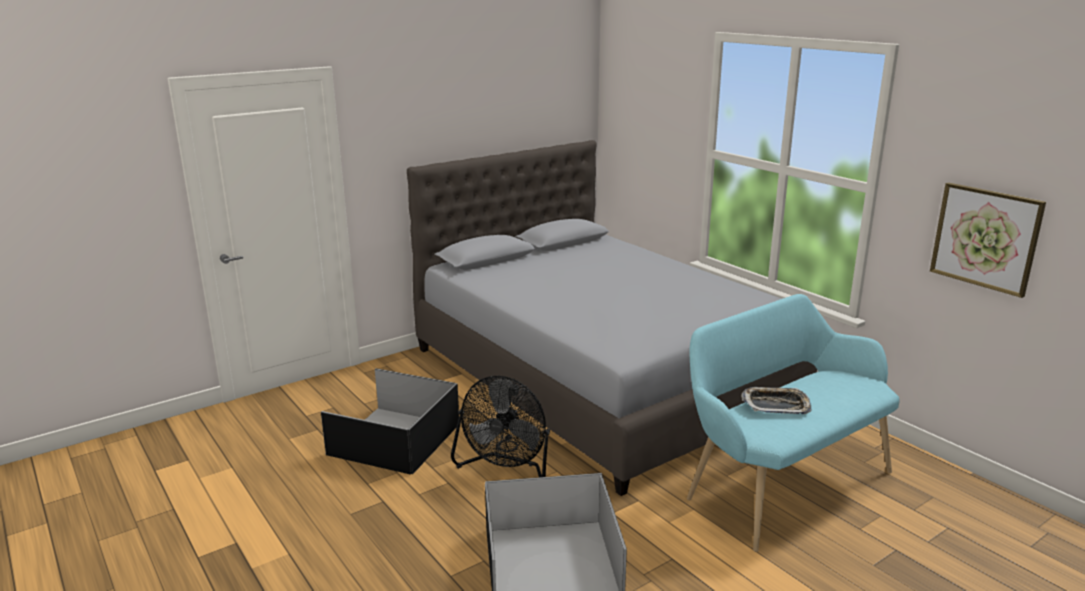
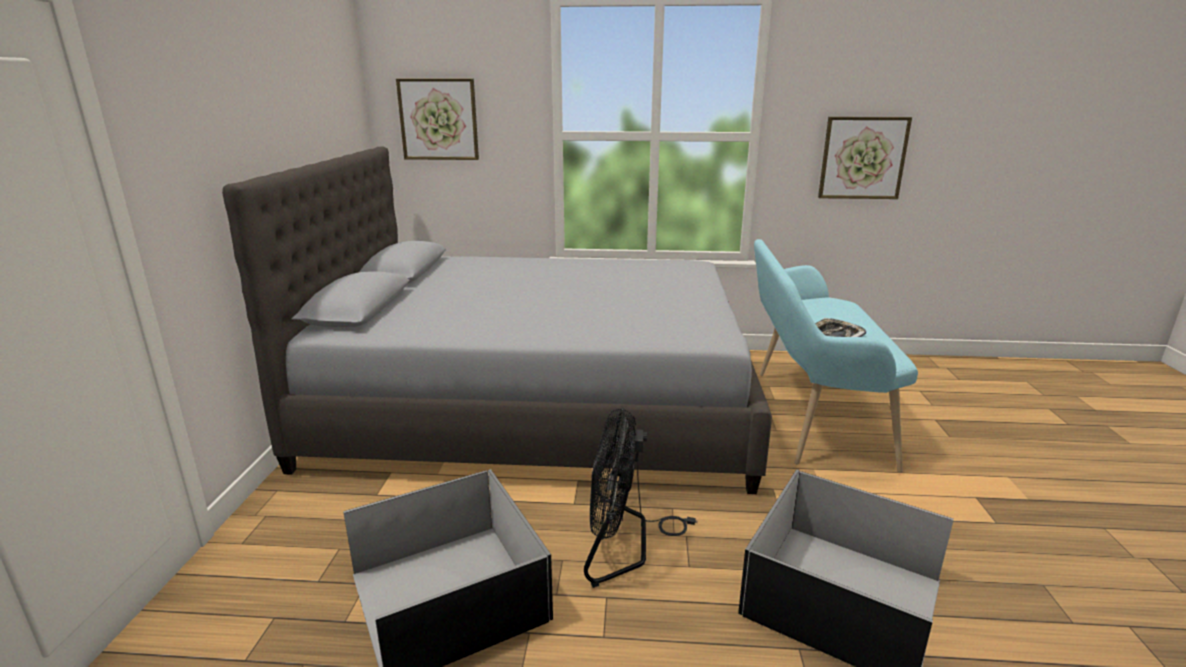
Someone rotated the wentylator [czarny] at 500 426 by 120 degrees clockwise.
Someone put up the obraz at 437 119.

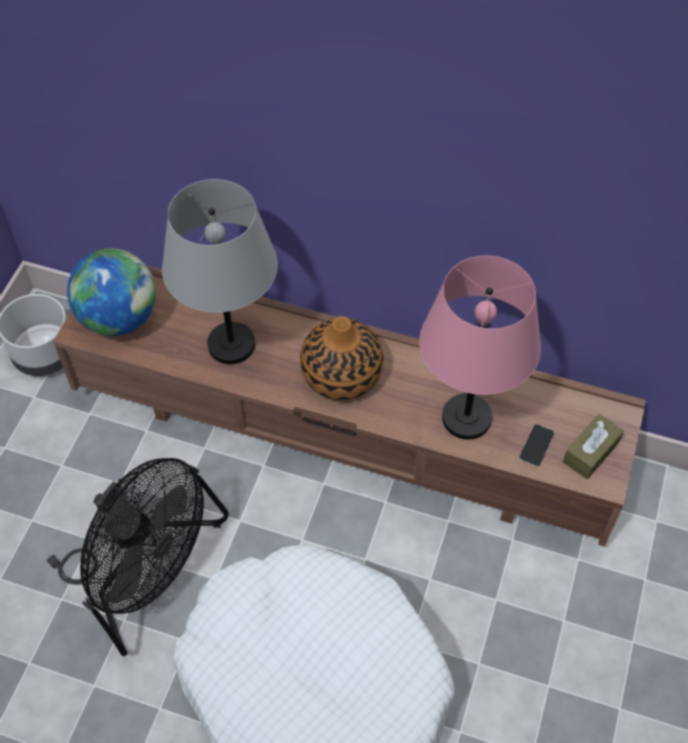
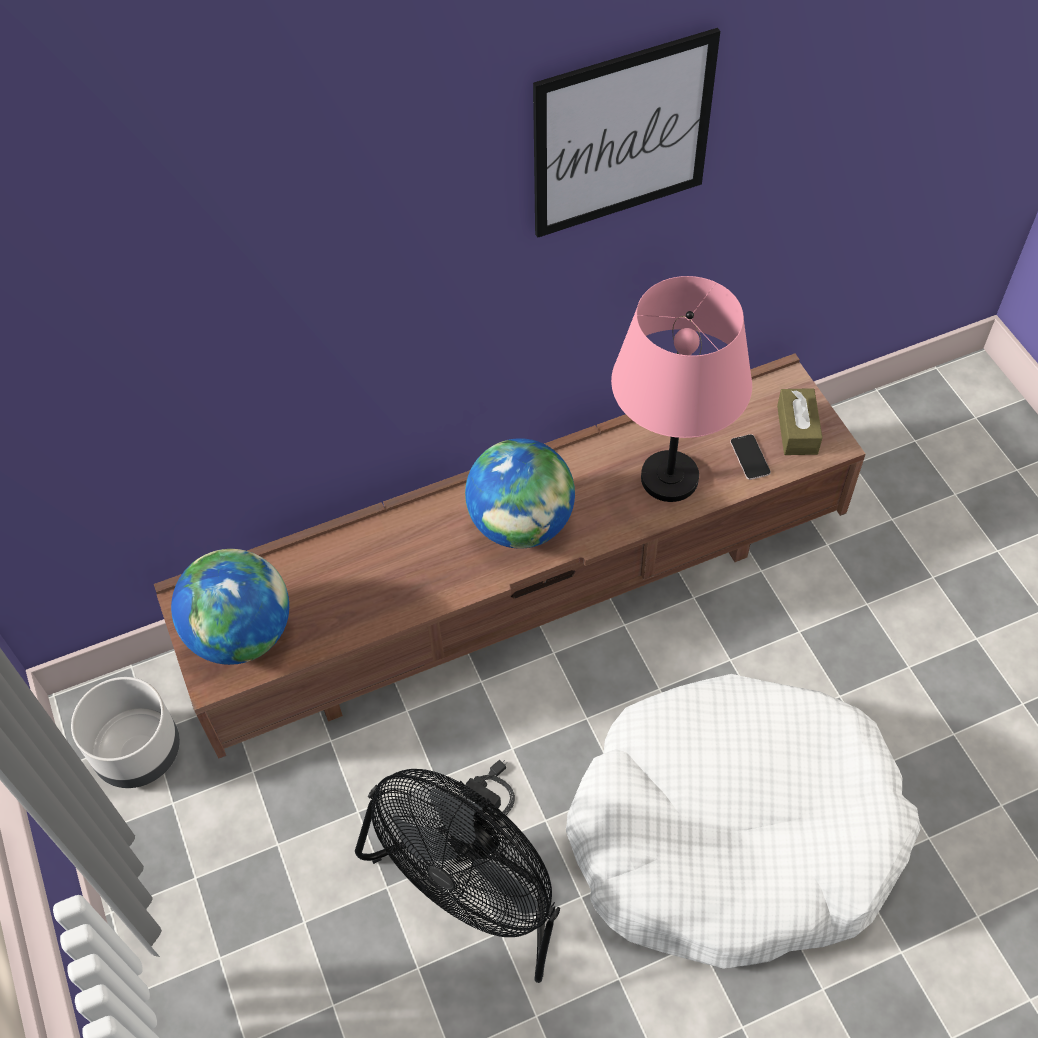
Someone took away the lampa stołowa [szary] at 220 271.
Someone swapped the wazon at 341 358 for the globus at 520 493.
Someone rotated the wentylator [czarny] at 138 557 by 135 degrees clockwise.
Someone put up the obraz at 626 133.

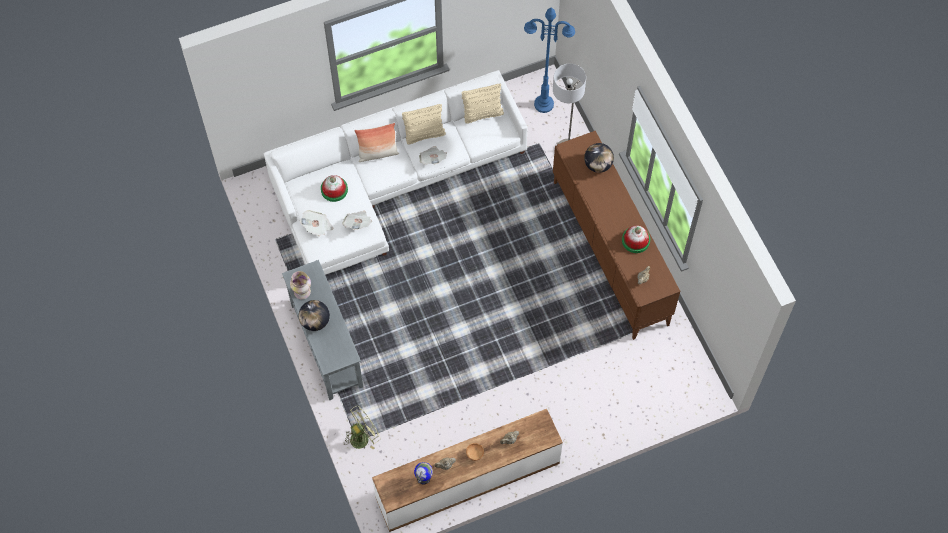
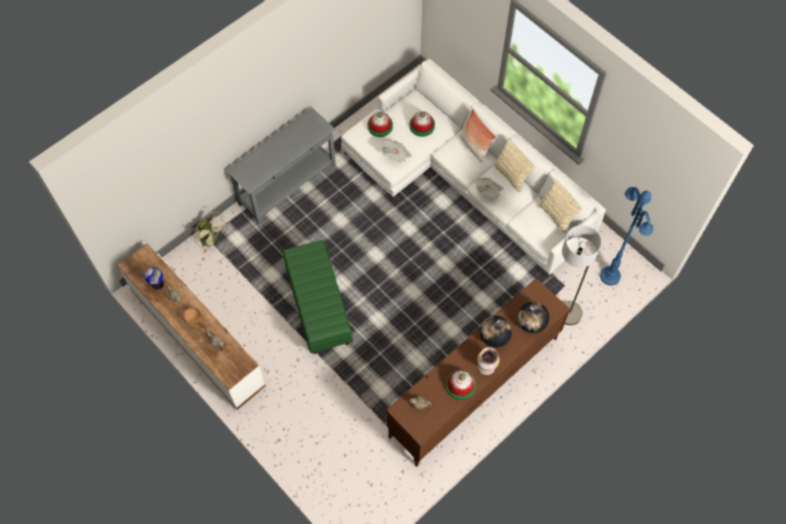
Someone swapped the gazeta at 317 223 for the kapelusz at 380 124.
Someone carried the wazon from 300 285 to 488 361.
Someone carried the globus from 314 315 to 496 332.
Someone put down the pufa [zielony] at 318 297.

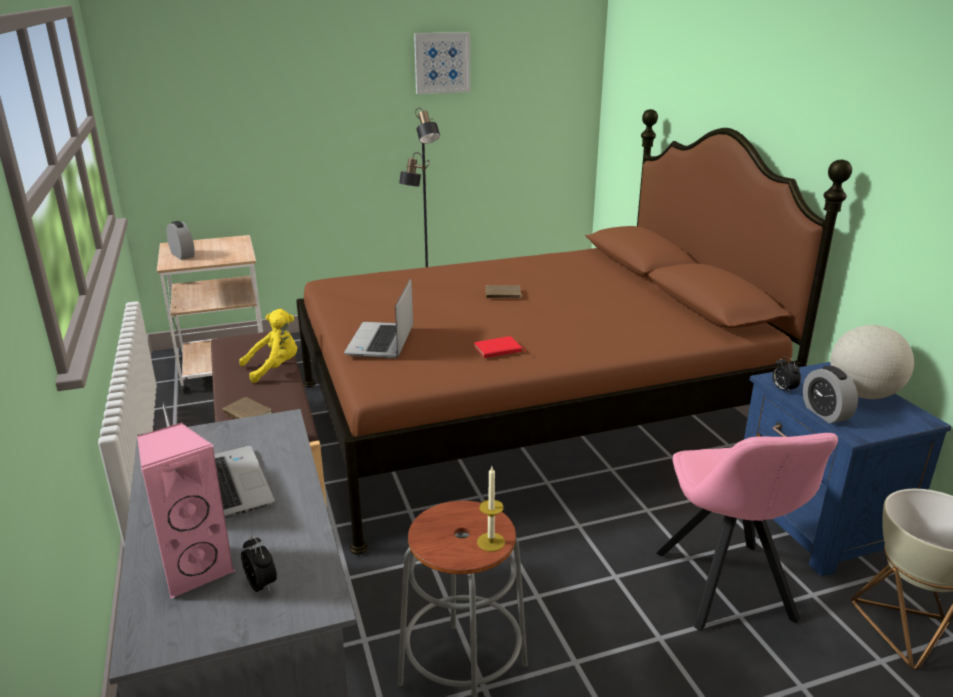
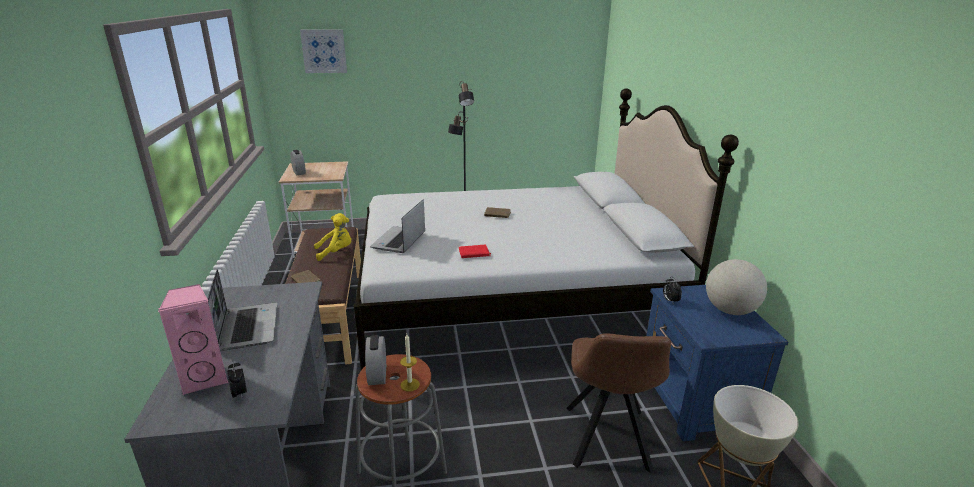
Someone carried the obraz from 442 63 to 323 51.
Someone repainted the łóżko [brązowy] at 574 332, which became the łóżko [biały] at 546 229.
Someone carried the budzik from 830 394 to 375 360.
Someone repainted the krzesło [różowy] at 747 532, which became the krzesło [brązowy] at 618 403.

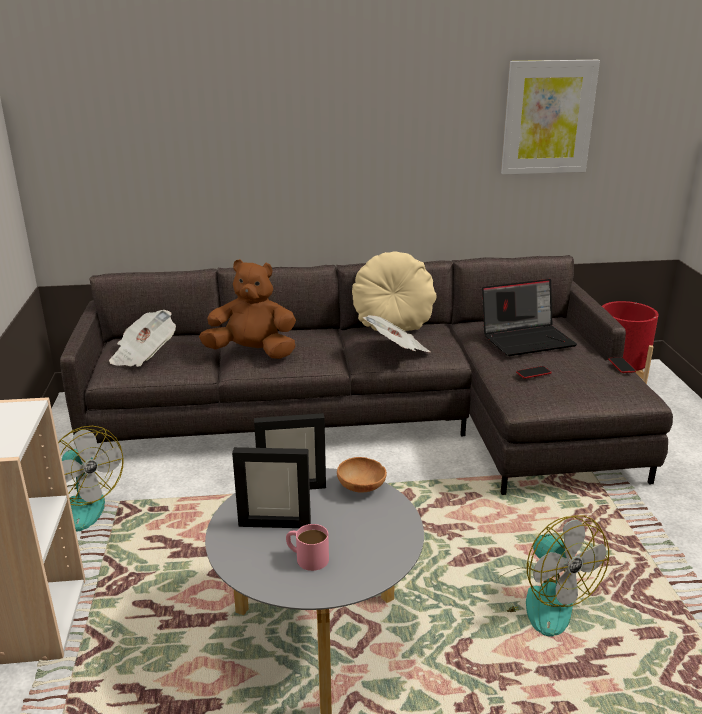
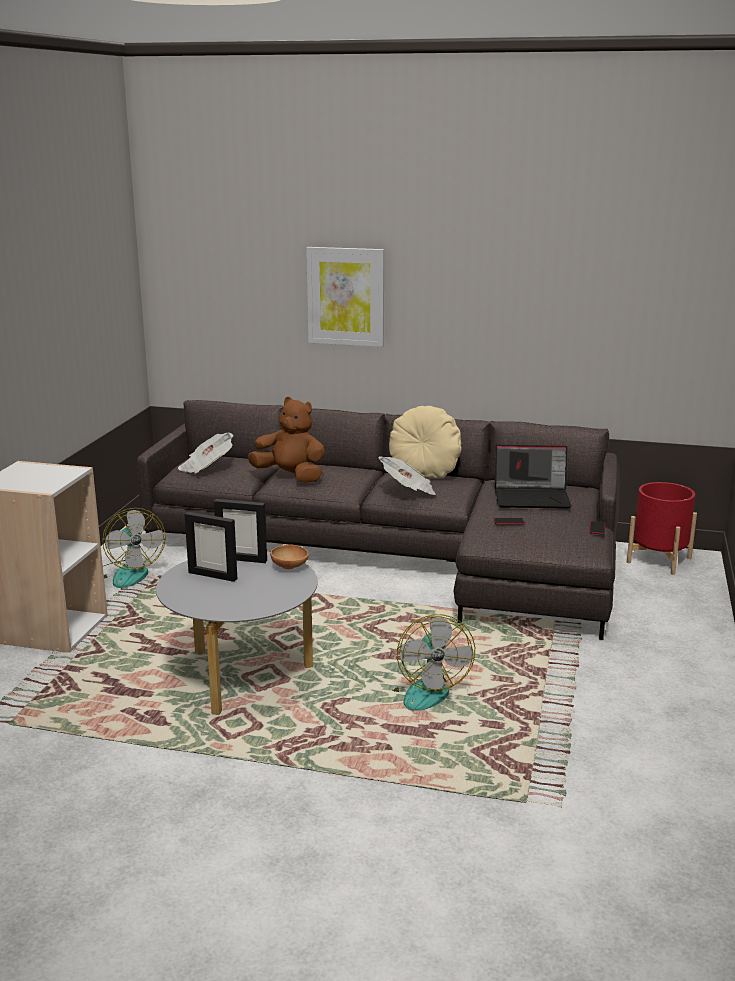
Someone carried the obraz from 550 117 to 345 297.
Someone took away the kubek [różowy] at 307 547.

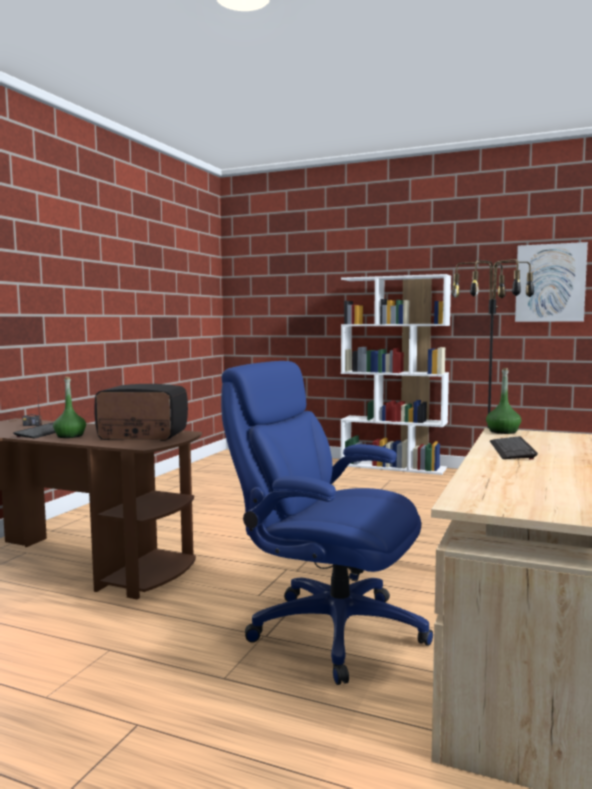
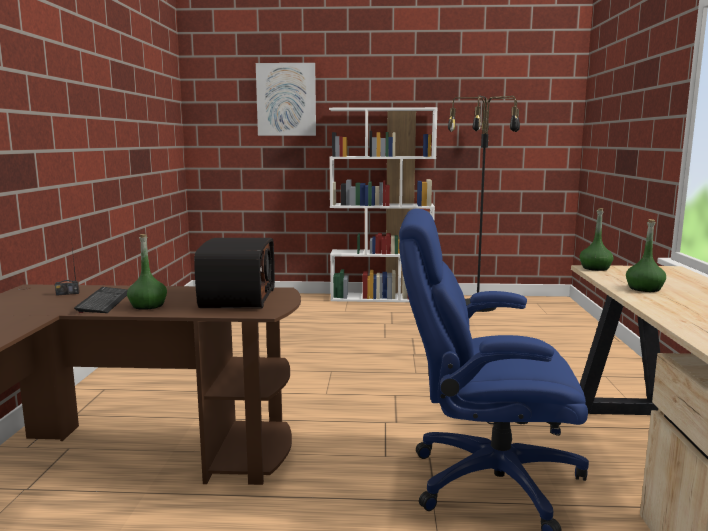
Someone carried the obraz from 551 282 to 286 99.
Someone rotated the radio at 141 412 by 105 degrees clockwise.
Someone swapped the klawiatura at 514 448 for the butelka [zielony] at 646 255.

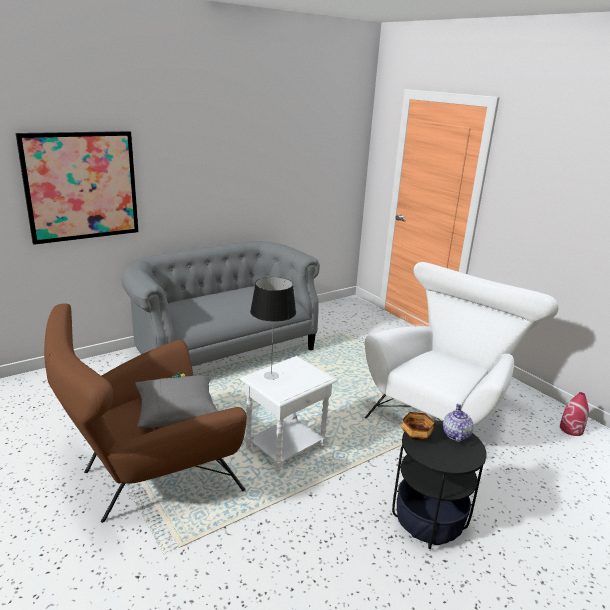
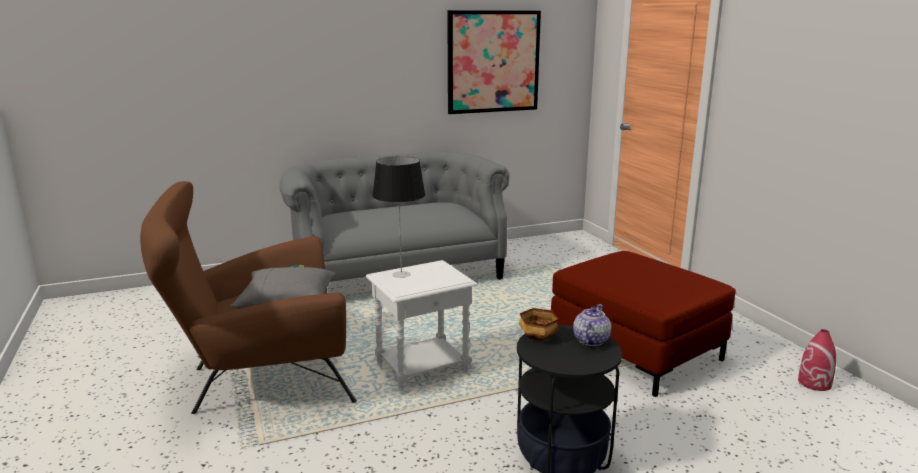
Someone carried the obraz from 77 188 to 494 62.
Someone swapped the fotel [biały] at 462 343 for the pufa [czerwony] at 643 324.

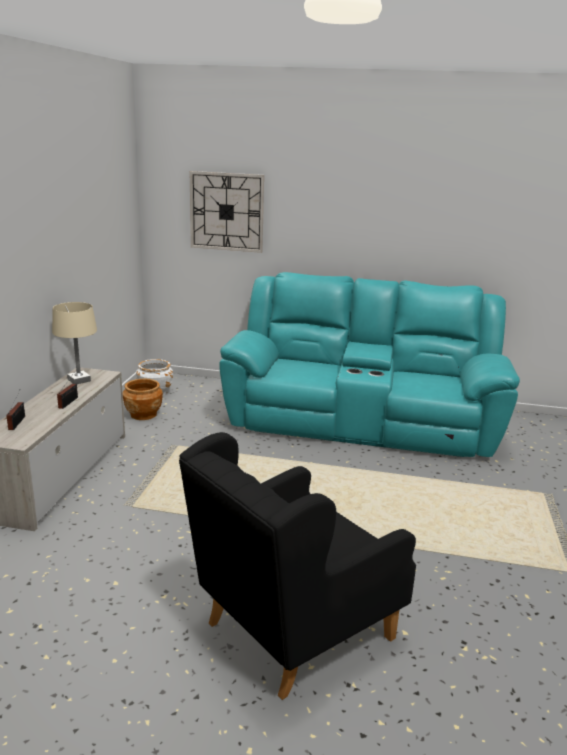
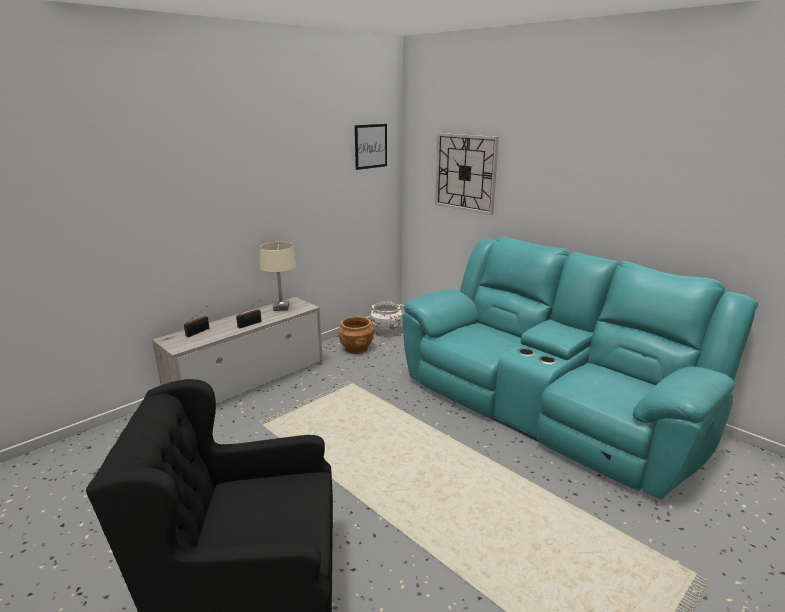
Someone put up the obraz at 371 147.

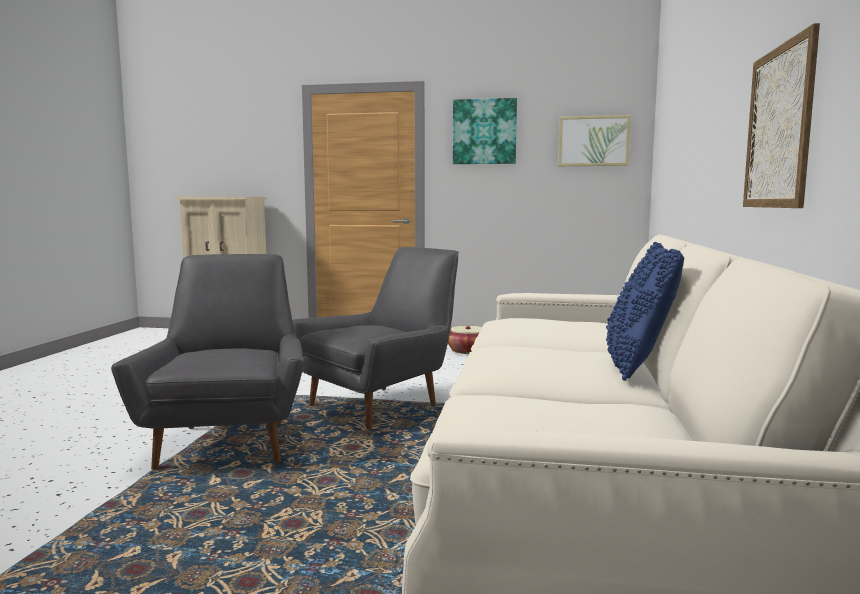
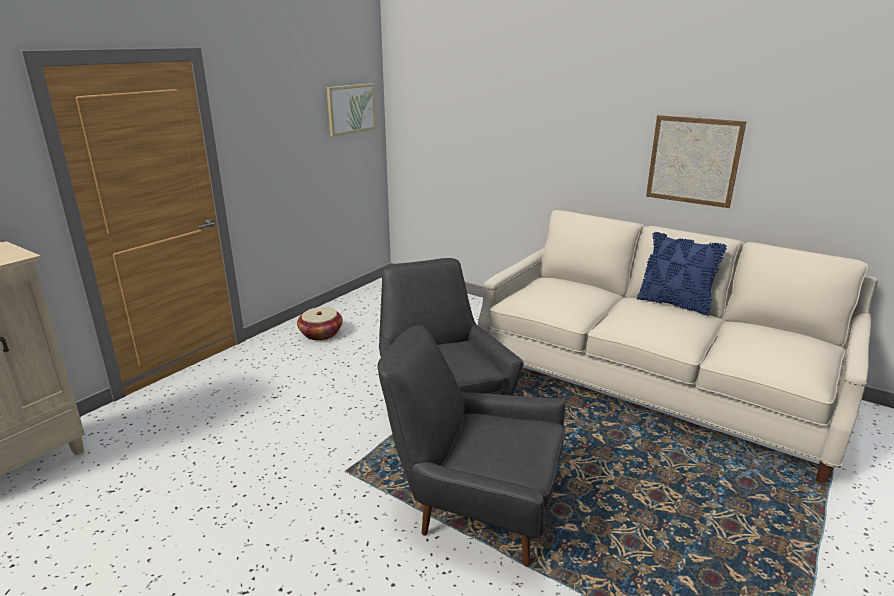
Someone took away the obraz at 485 131.

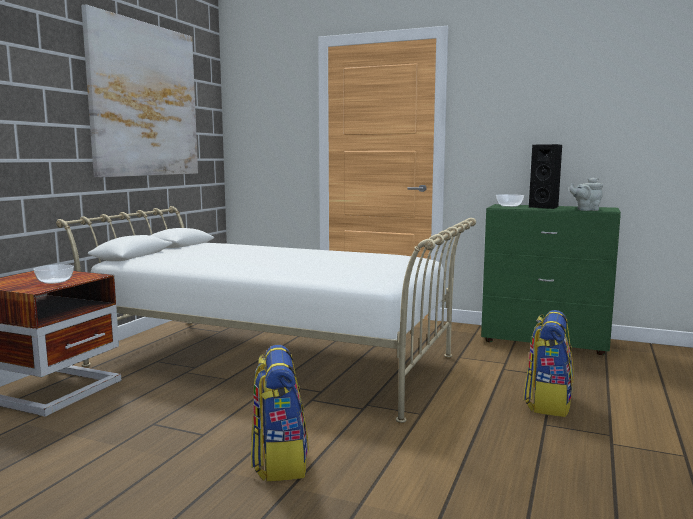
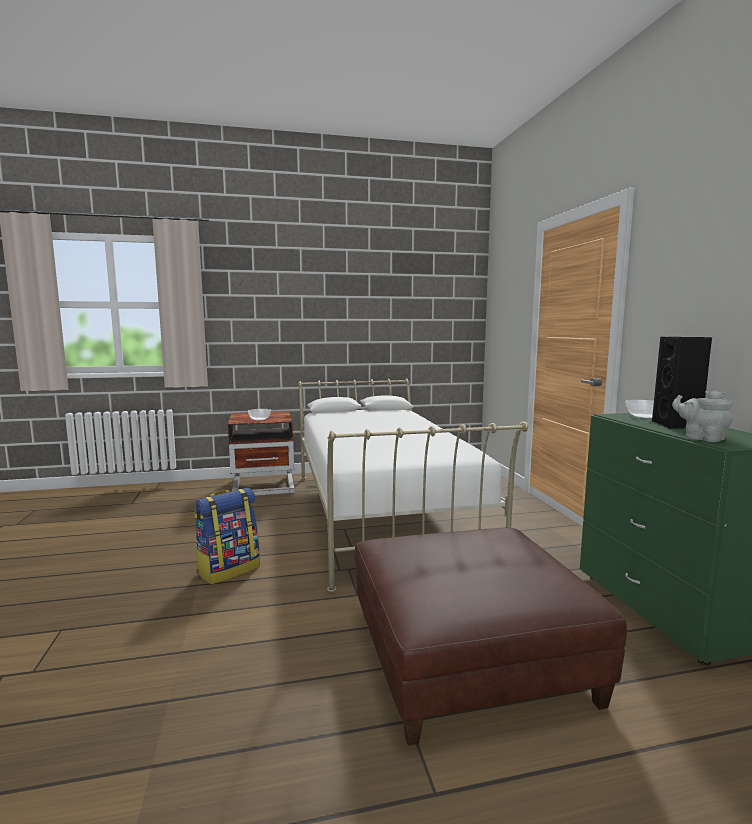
Someone took away the obraz at 139 90.
Someone swapped the plecak at 548 363 for the pufa [brązowy] at 490 637.

